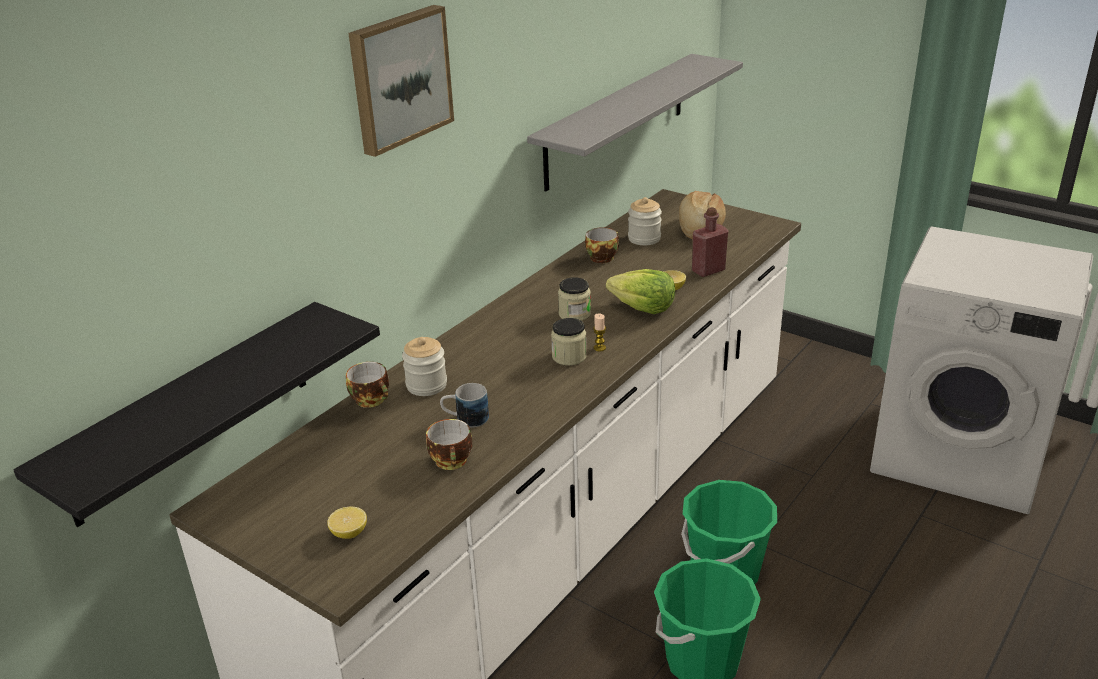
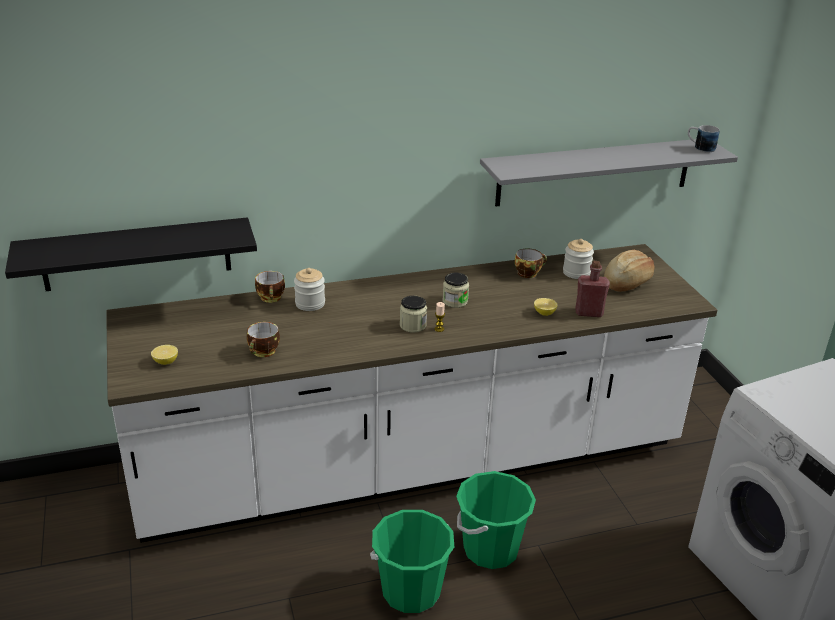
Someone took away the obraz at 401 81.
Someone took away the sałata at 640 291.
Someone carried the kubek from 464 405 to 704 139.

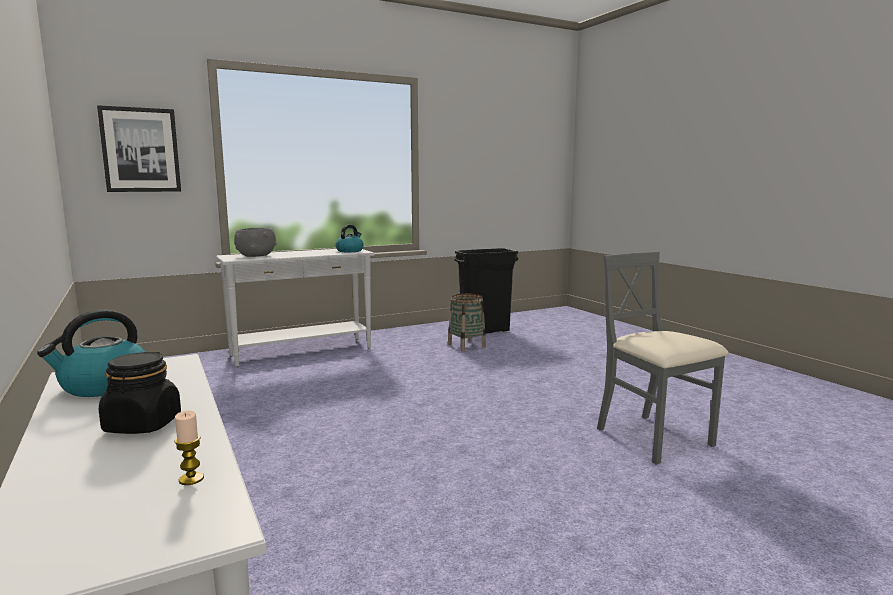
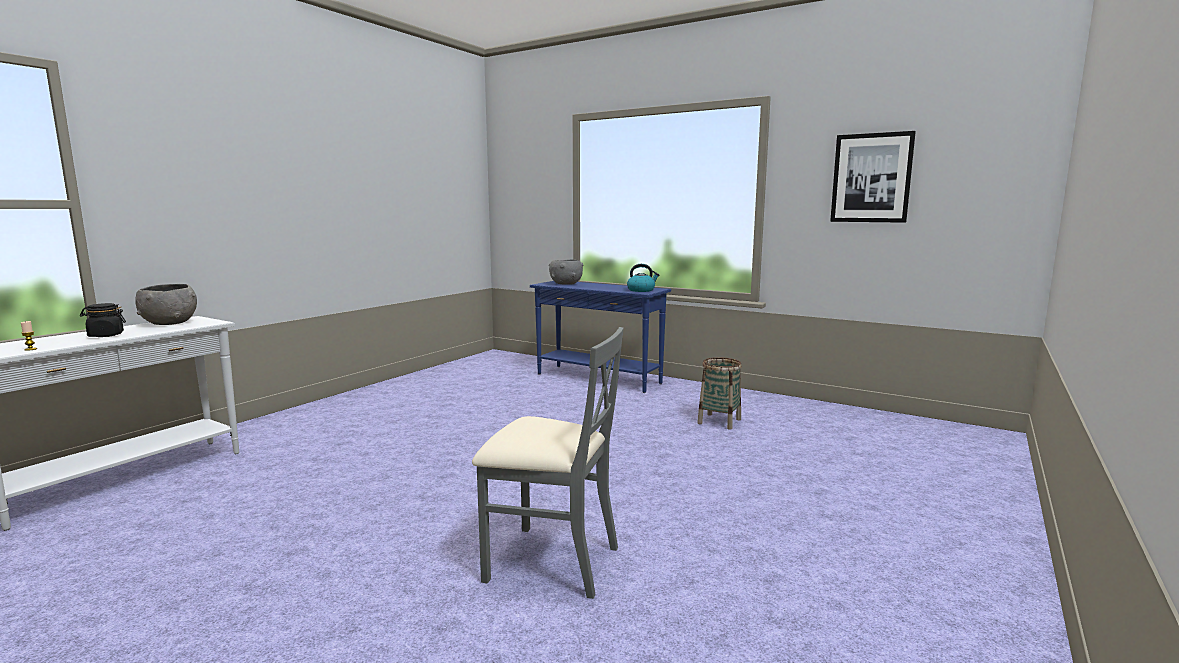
Someone carried the obraz from 139 148 to 873 177.
Someone took away the kosz na śmieci [czarny] at 486 291.
Someone repainted the stolik konsolowy [biały] at 295 308, which became the stolik konsolowy [niebieski] at 600 337.
Someone rotated the krzesło [szary] at 663 358 by 75 degrees clockwise.
Someone swapped the czajnik at 91 353 for the miska [szary] at 166 304.

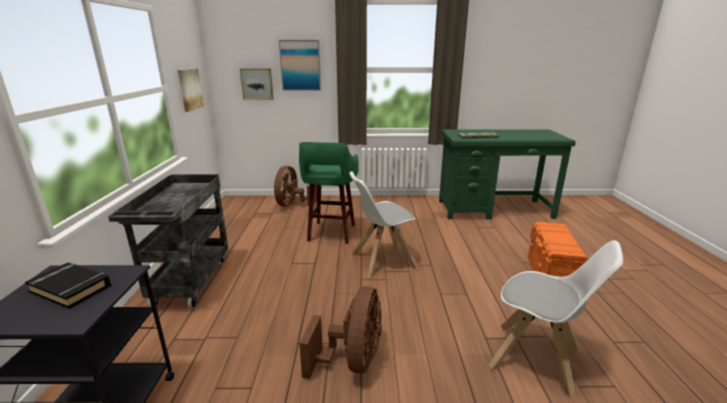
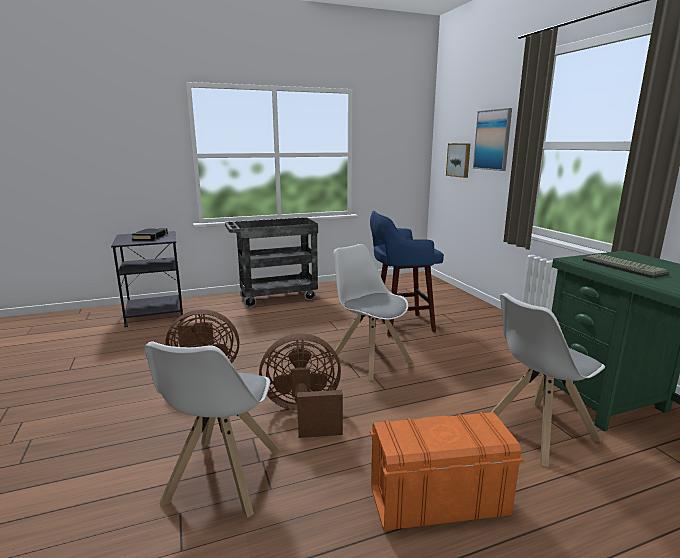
Someone took away the obraz at 191 90.
Someone repainted the stołek [zielony] at 329 193, which became the stołek [niebieski] at 407 273.
Someone carried the wentylator [brązowy] from 295 186 to 301 385.
Someone put down the krzesło at 547 380.

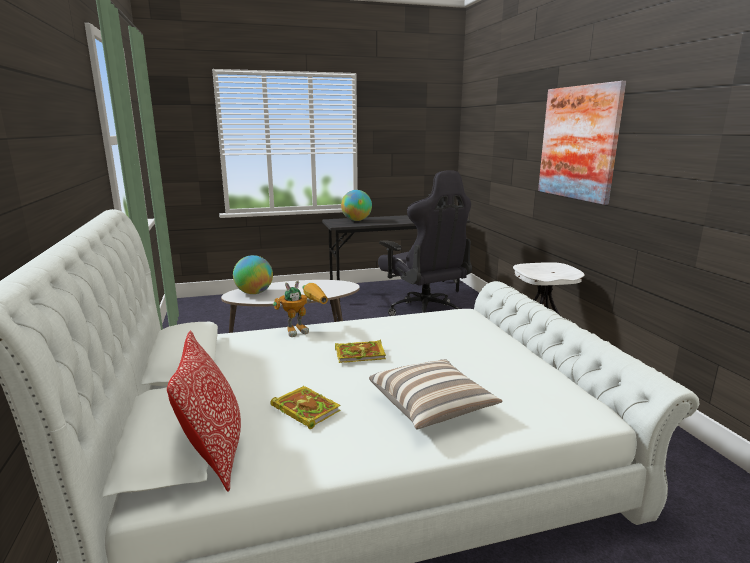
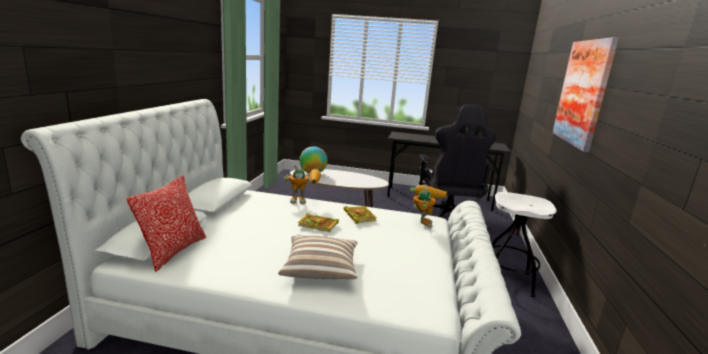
Someone took away the globus at 356 205.
Someone carried the książka from 305 407 to 360 215.
Someone put down the robot zabawkowy at 428 206.

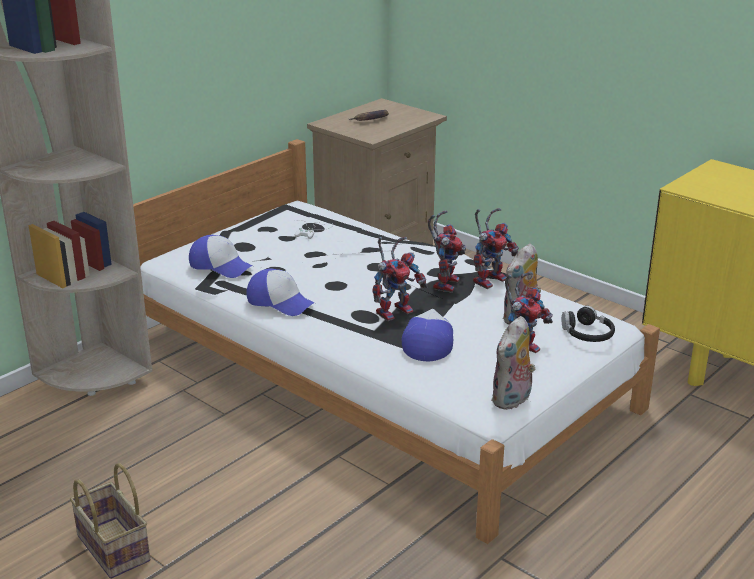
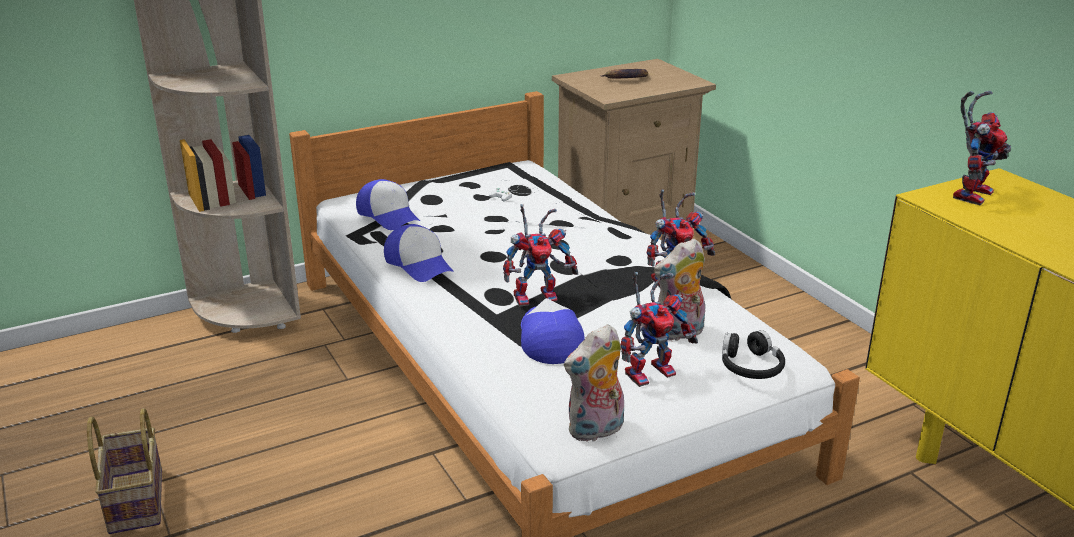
Someone carried the robot zabawkowy from 447 252 to 982 148.
Someone rotated the czapka z daszkiem at 427 335 by 45 degrees counterclockwise.

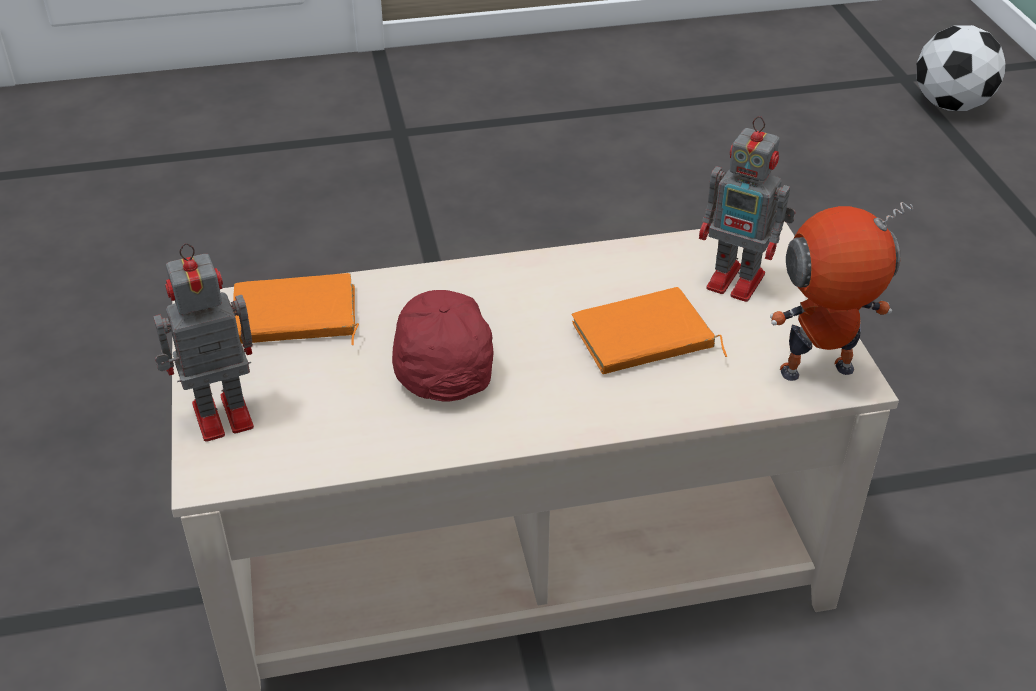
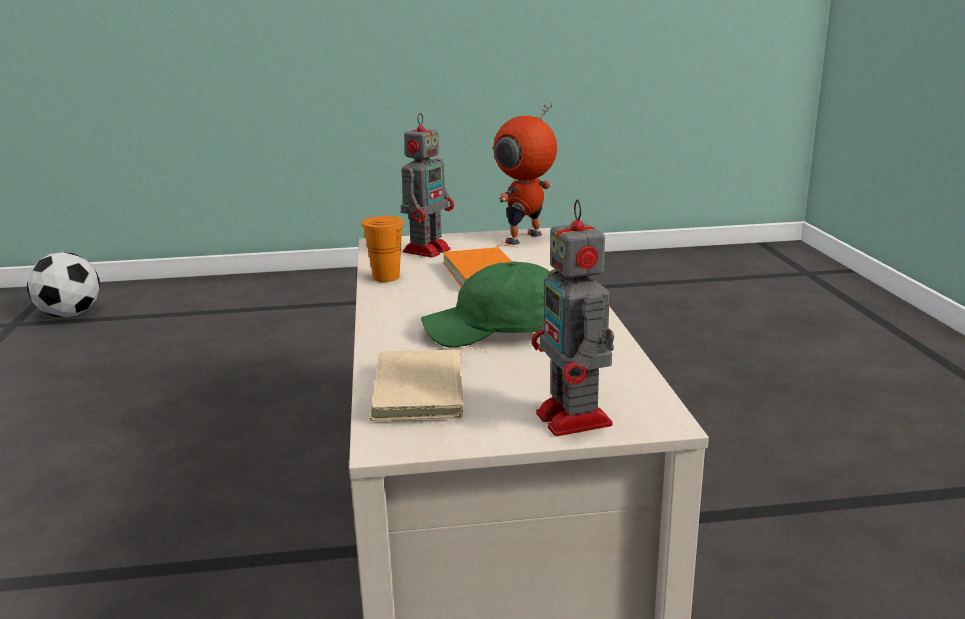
Someone rotated the robot zabawkowy at 841 291 by 45 degrees clockwise.
Someone repainted the książka [pomarańczowy] at 296 309, which became the książka [beżowy] at 428 383.
Someone repainted the czapka z daszkiem [czerwony] at 442 346, which became the czapka z daszkiem [zielony] at 485 304.
Someone put down the filiżanka [pomarańczowy] at 382 249.

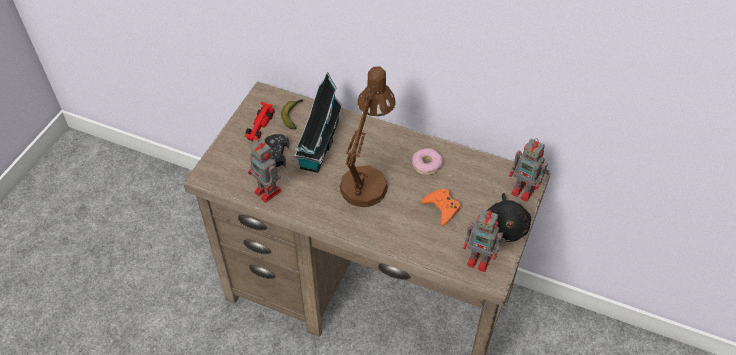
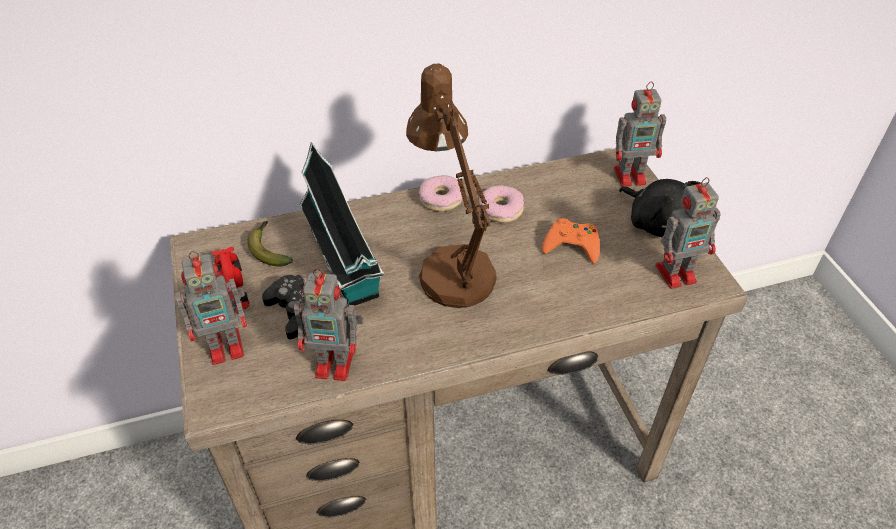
Someone put down the donut at 441 193.
Someone put down the robot zabawkowy at 211 308.

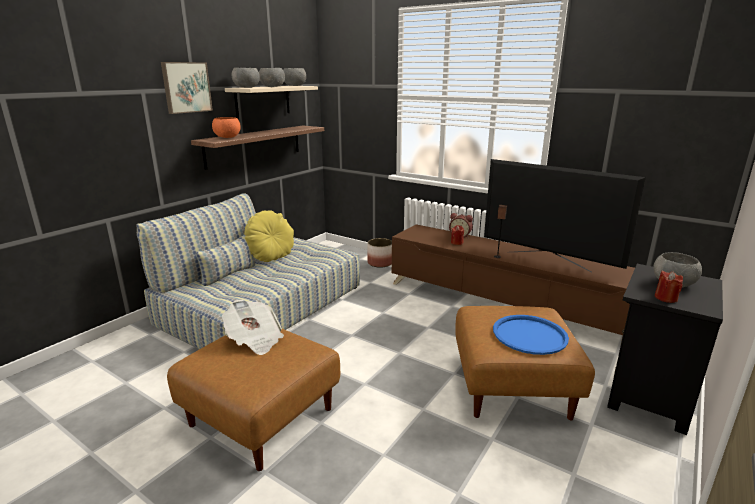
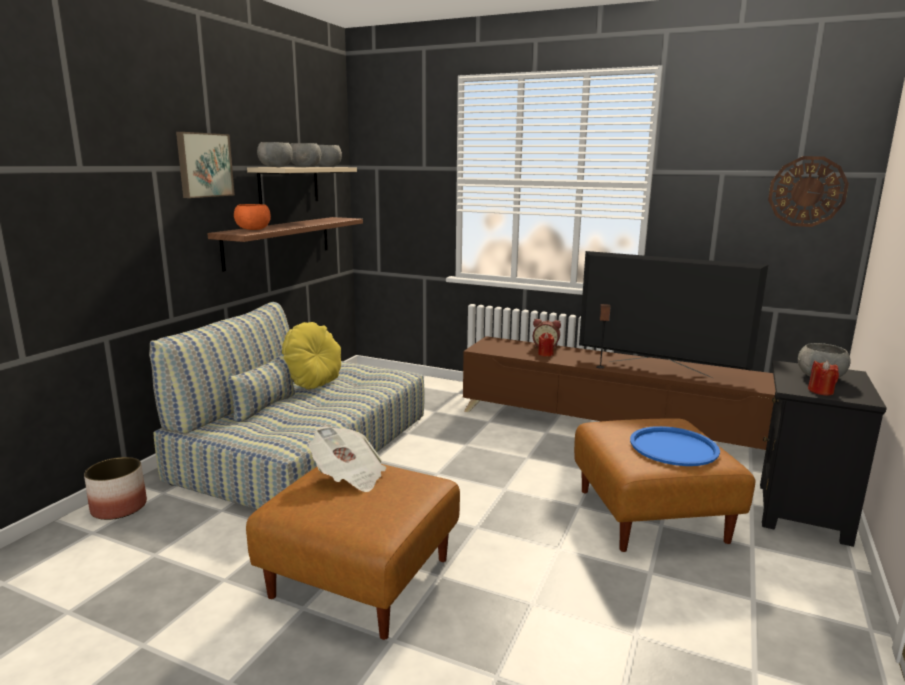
Someone carried the donica from 379 253 to 115 488.
Someone put up the zegar ścienny at 808 191.

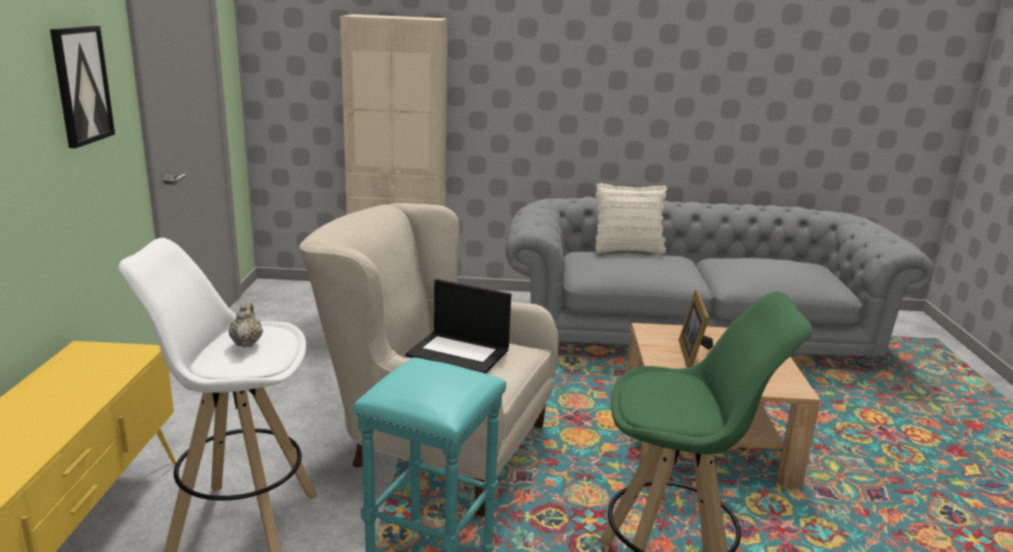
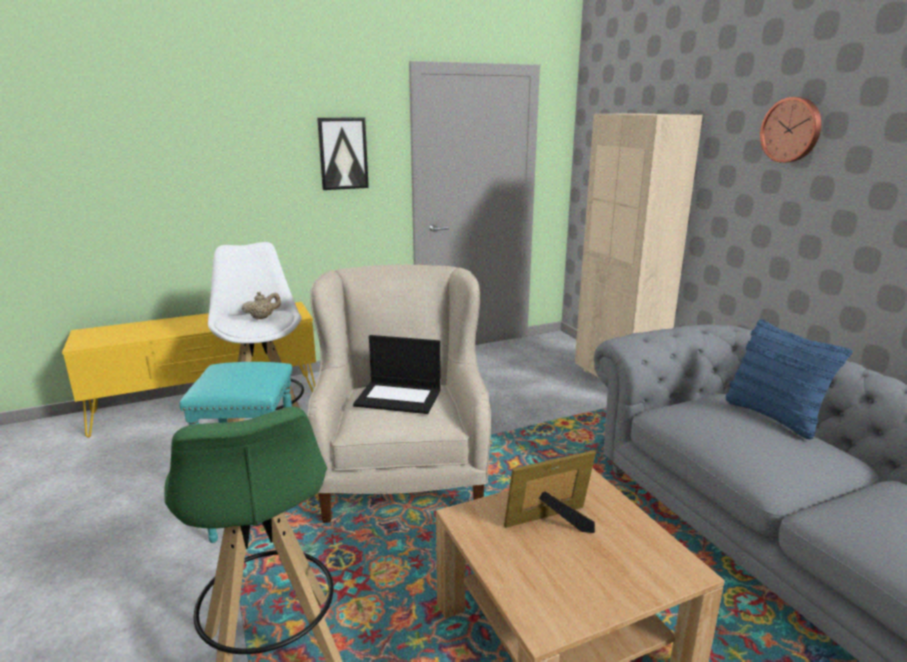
Someone repainted the poduszka [beżowy] at 631 219, which became the poduszka [niebieski] at 789 379.
Someone rotated the laptop at 458 326 by 75 degrees counterclockwise.
Someone put up the zegar ścienny at 790 130.

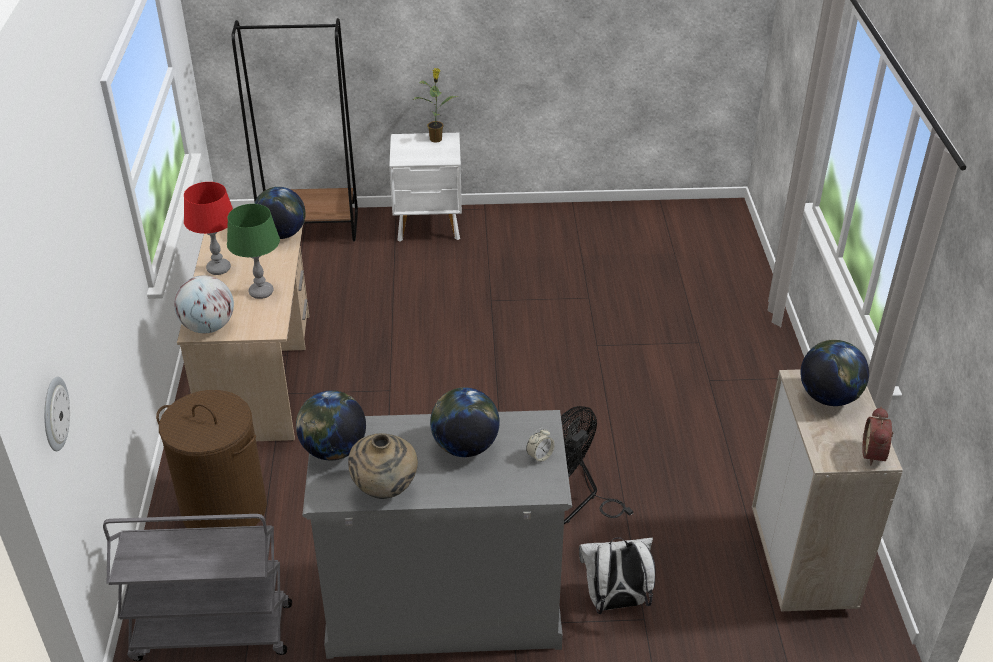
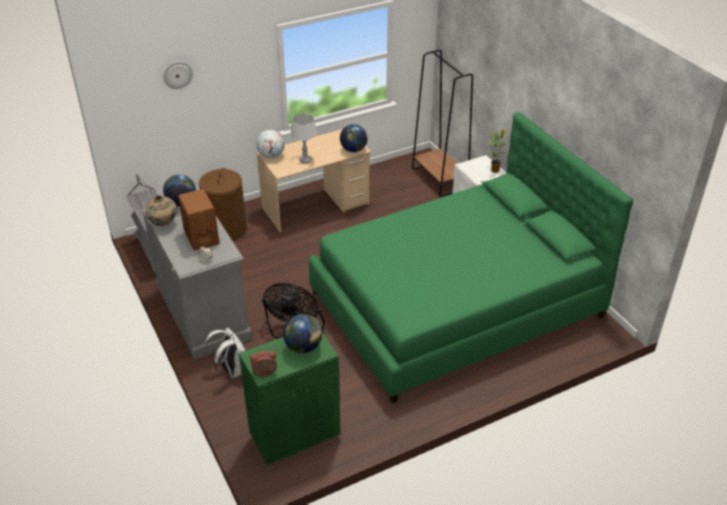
Someone took away the lampa stołowa [czerwony] at 208 228.
Someone repainted the lampa stołowa [zielony] at 253 251, which became the lampa stołowa [szary] at 304 138.
Someone repainted the szafka [beżowy] at 827 490, which became the szafka [zielony] at 290 398.
Someone carried the zegar ścienny from 57 414 to 178 75.
Someone swapped the globus at 465 422 for the głośnik [brązowy] at 198 220.
Someone put down the łóżko [zielony] at 471 258.

